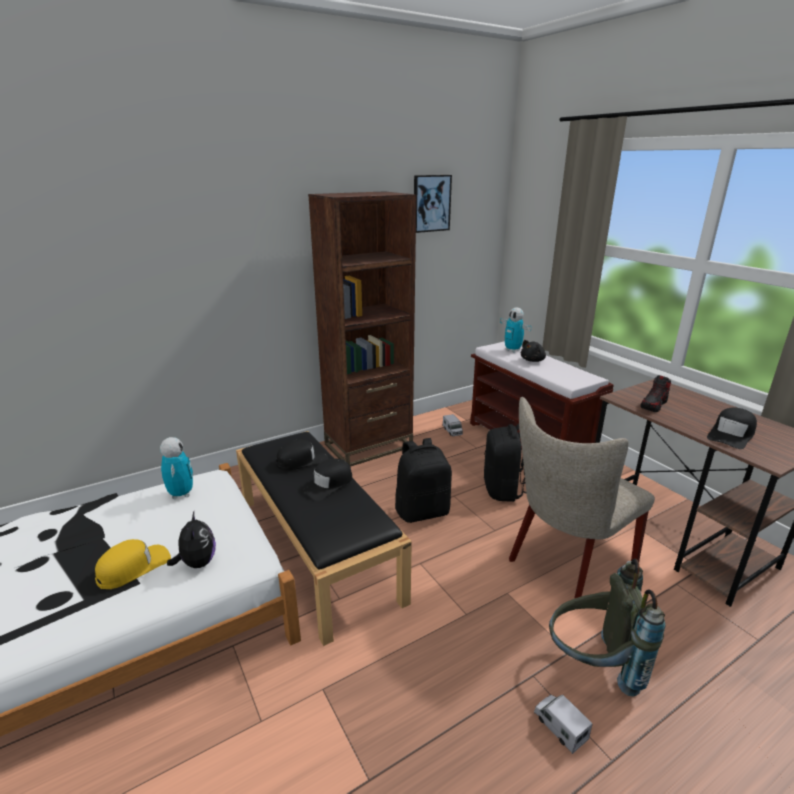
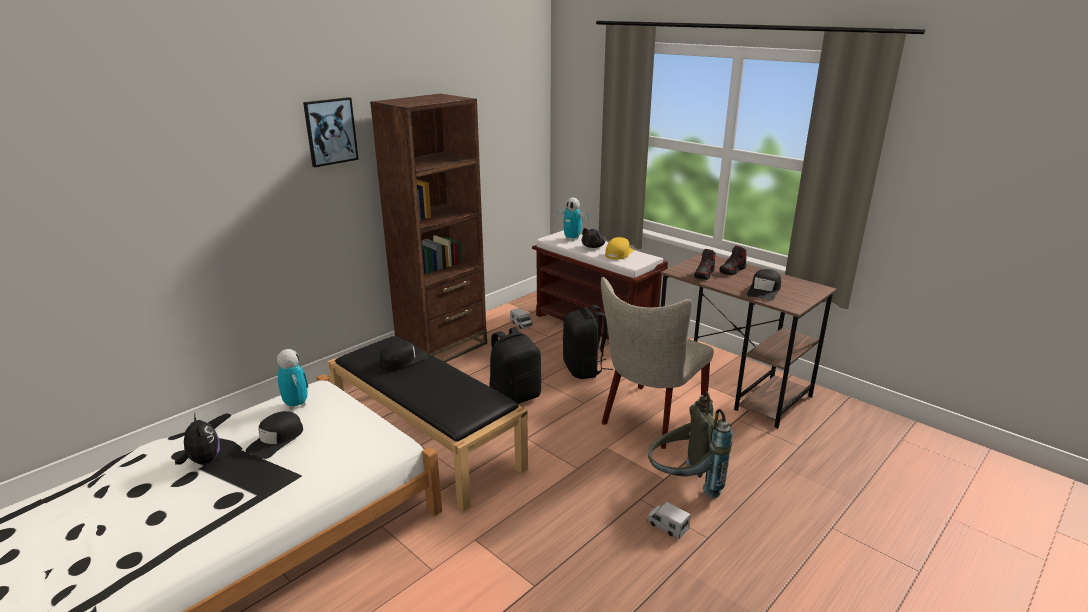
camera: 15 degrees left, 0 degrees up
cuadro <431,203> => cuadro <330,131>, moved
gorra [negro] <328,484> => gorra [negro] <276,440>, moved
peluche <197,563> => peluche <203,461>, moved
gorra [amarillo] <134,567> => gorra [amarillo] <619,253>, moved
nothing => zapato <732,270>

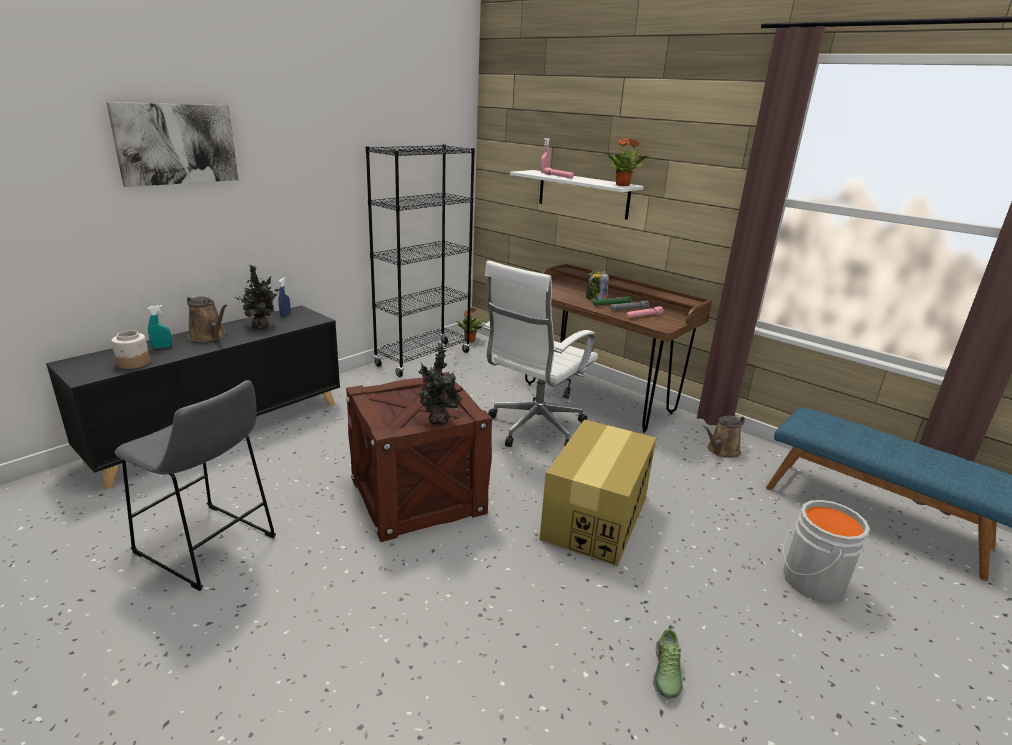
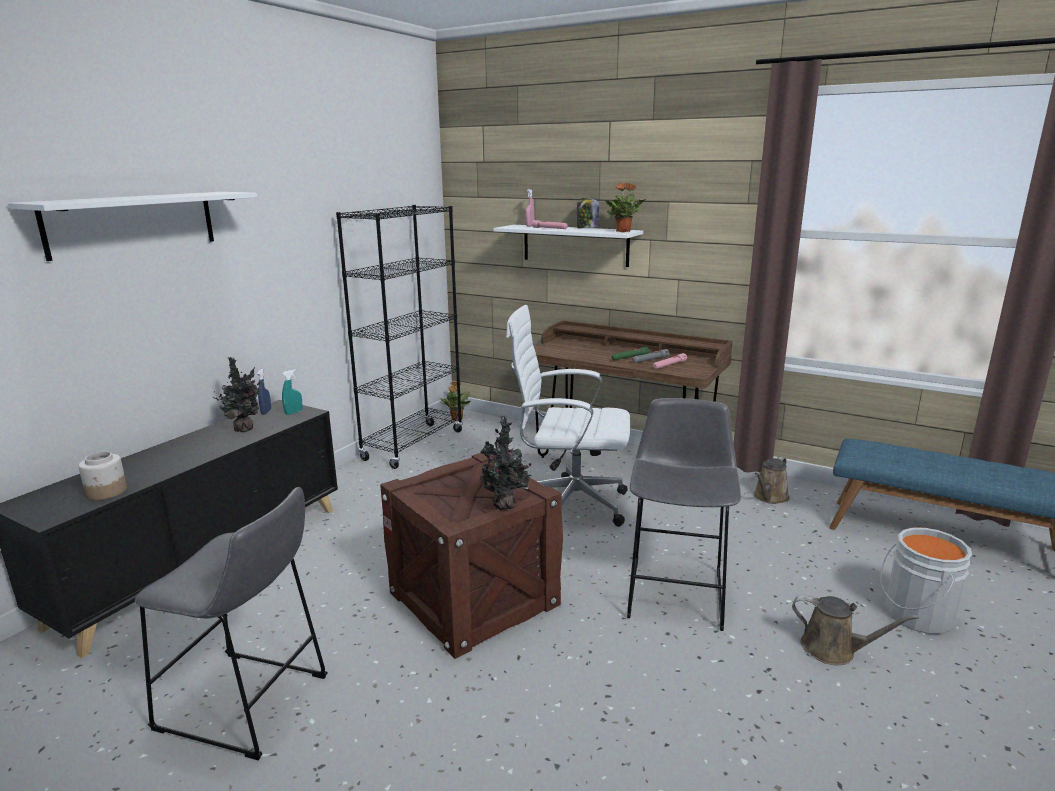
camera: 10 degrees left, 5 degrees down
cuadro <176,144> => estante [blanco] <133,223>
silla de oficina [blanco] <534,429> => silla de oficina [blanco] <569,504>, 75 degrees clockwise
tarro <595,299> => tarro <587,228>, moved
regadera [marrón] <209,336> => regadera [marrón] <833,650>, moved
pulverizador [turquesa] <162,347> => pulverizador [turquesa] <293,412>, moved
caja de cartón <595,518> => taburete [gris] <677,589>
zapato <666,672> => nothing

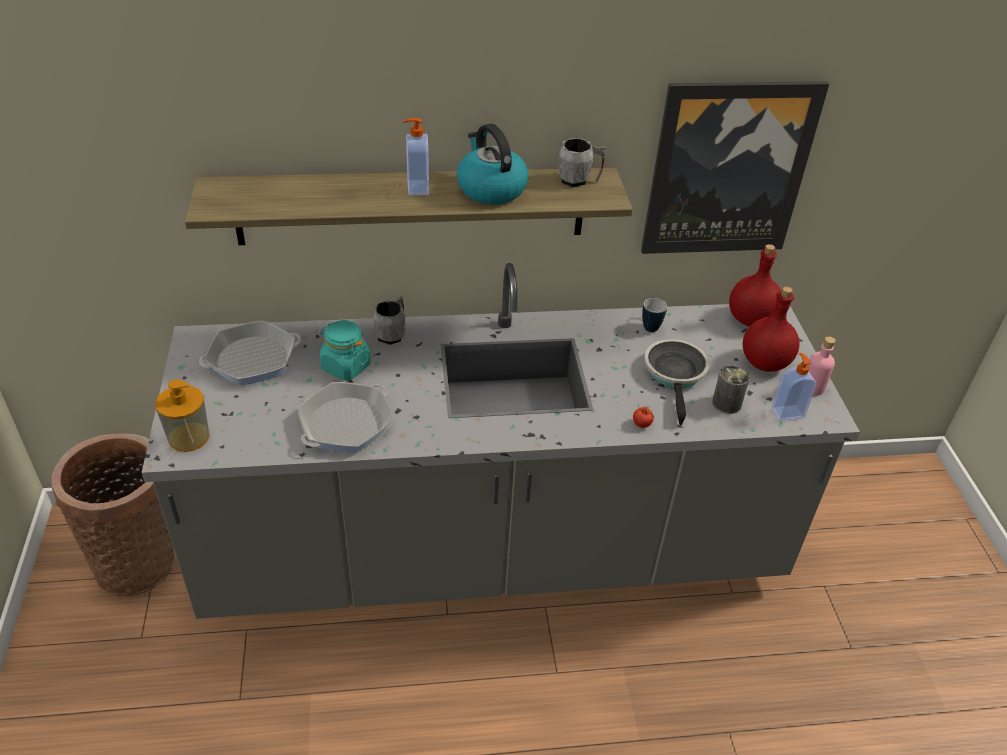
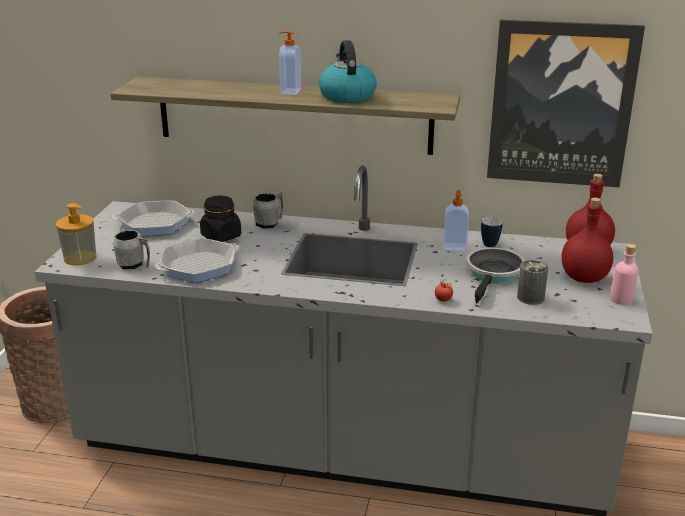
camera: 20 degrees right, 15 degrees down
taza grande [gris] <579,180> => taza grande [gris] <134,265>, moved
tarro [turquesa] <345,366> => tarro [negro] <221,236>
dispensador de jabón <787,412> => dispensador de jabón <454,246>, moved

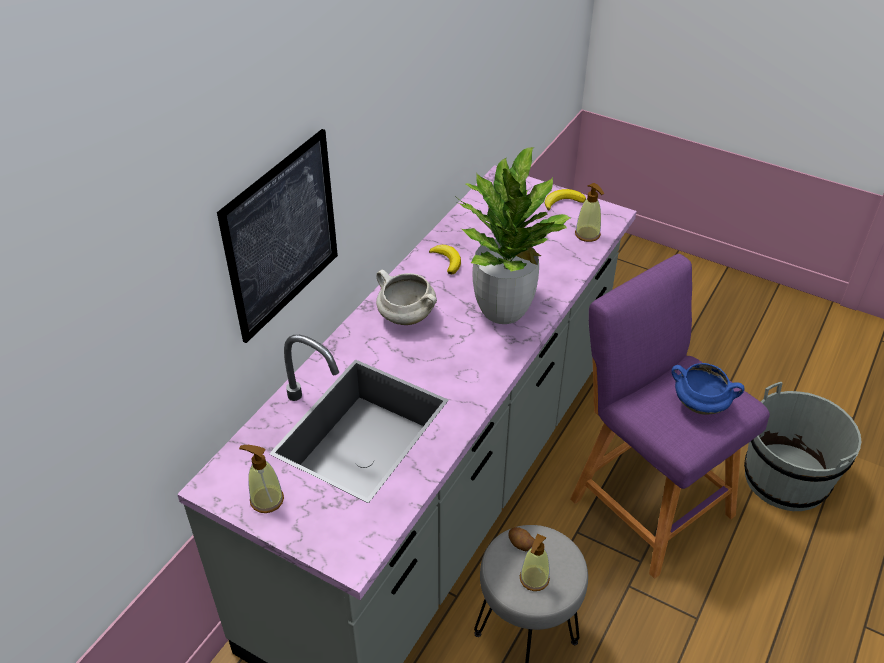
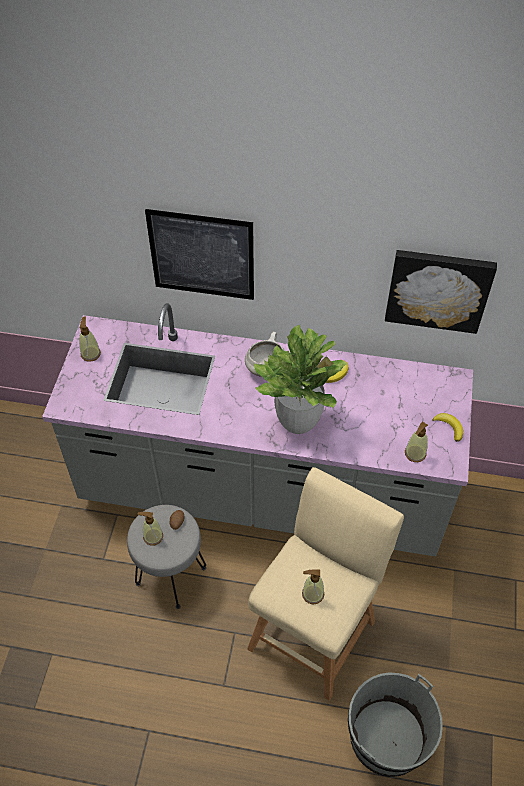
camera: 70 degrees right, 10 degrees up
taburete [morado] <646,502> => taburete [beis] <315,629>
olla [azul] <701,404> => dispensador de jabón <312,594>
nothing => cuadro <438,289>

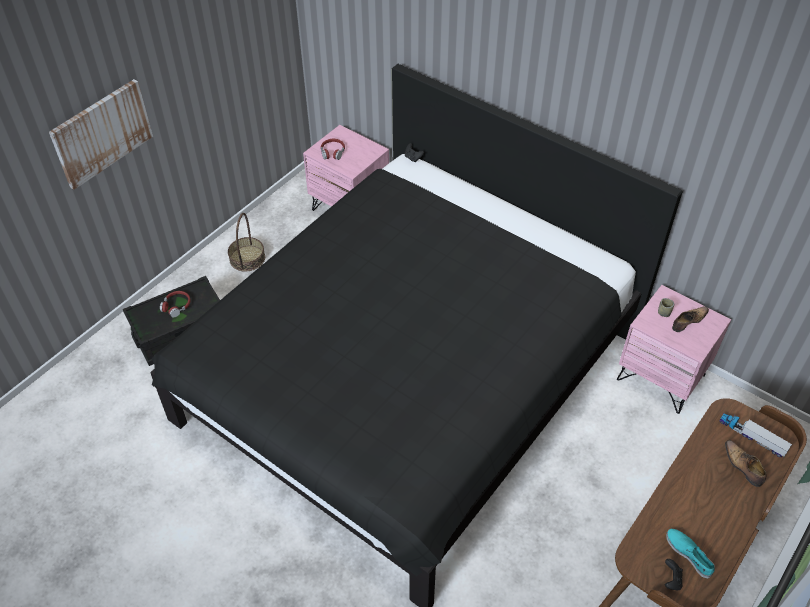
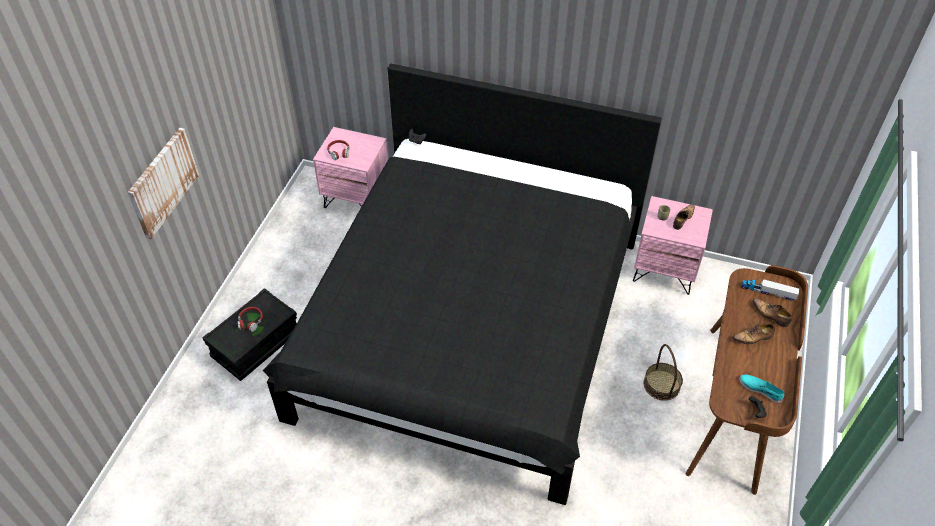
camera: 20 degrees left, 0 degrees up
cesta <247,258> => cesta <662,385>, moved
nothing => zapato <753,337>

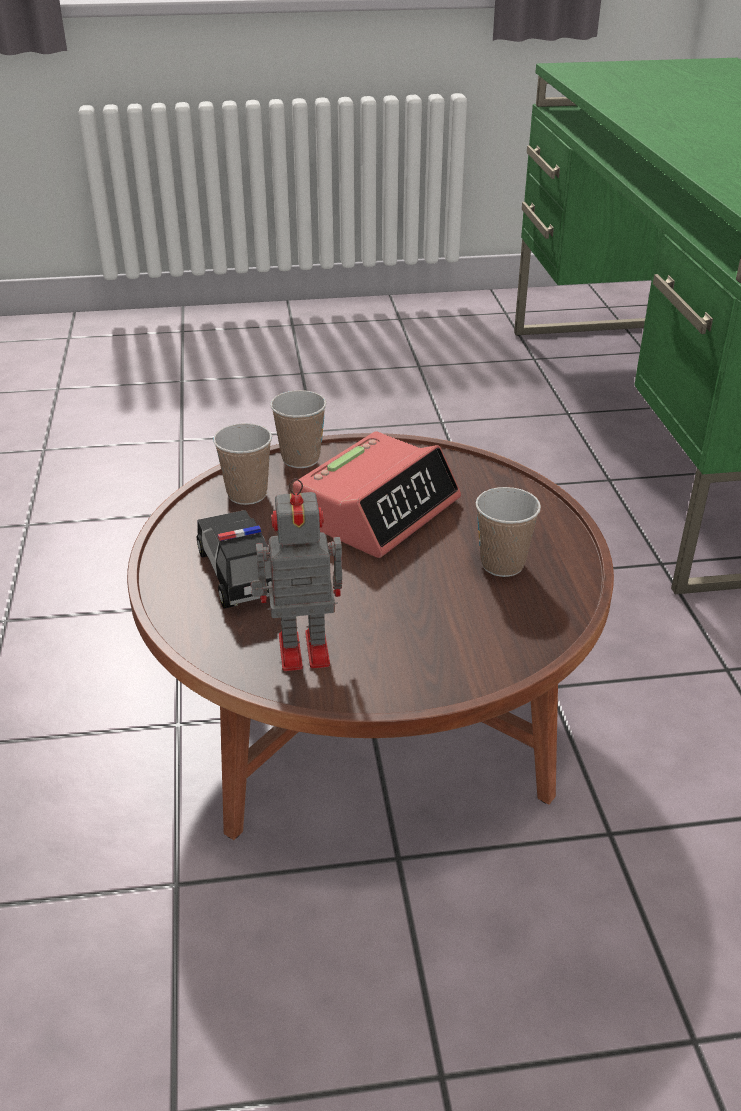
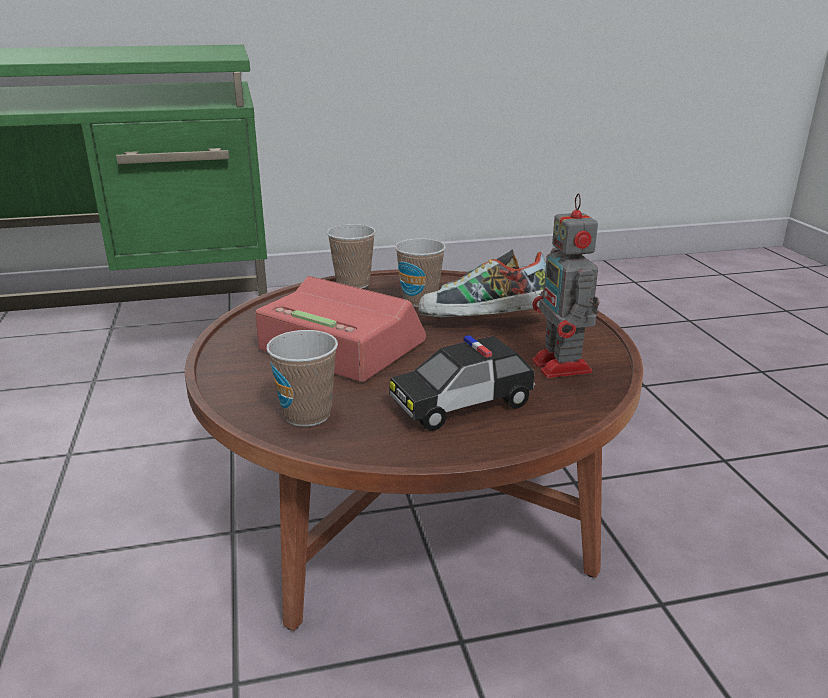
camera: 95 degrees left, 10 degrees down
taza <300,459> => taza <353,284>, moved
nothing => zapato <484,323>

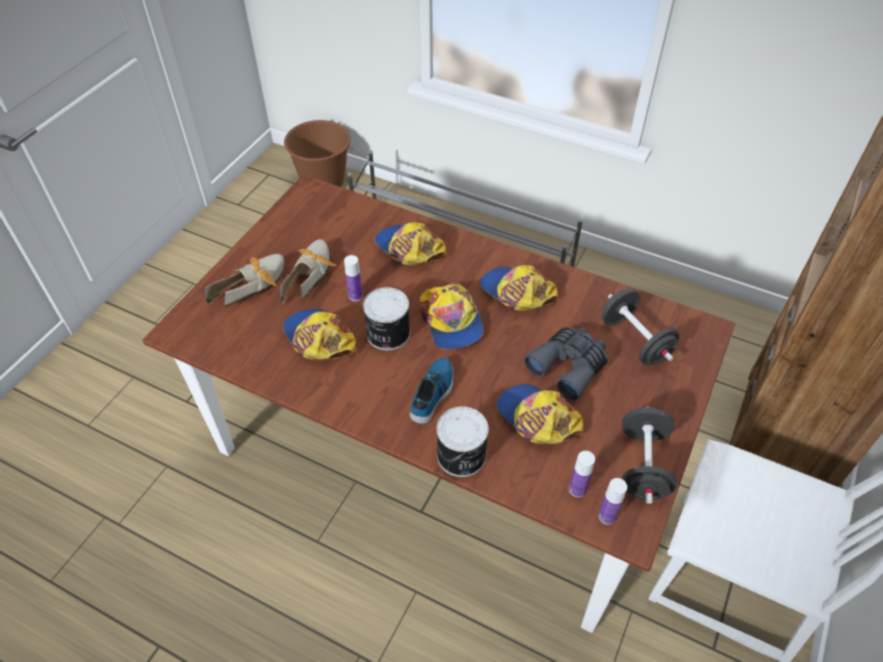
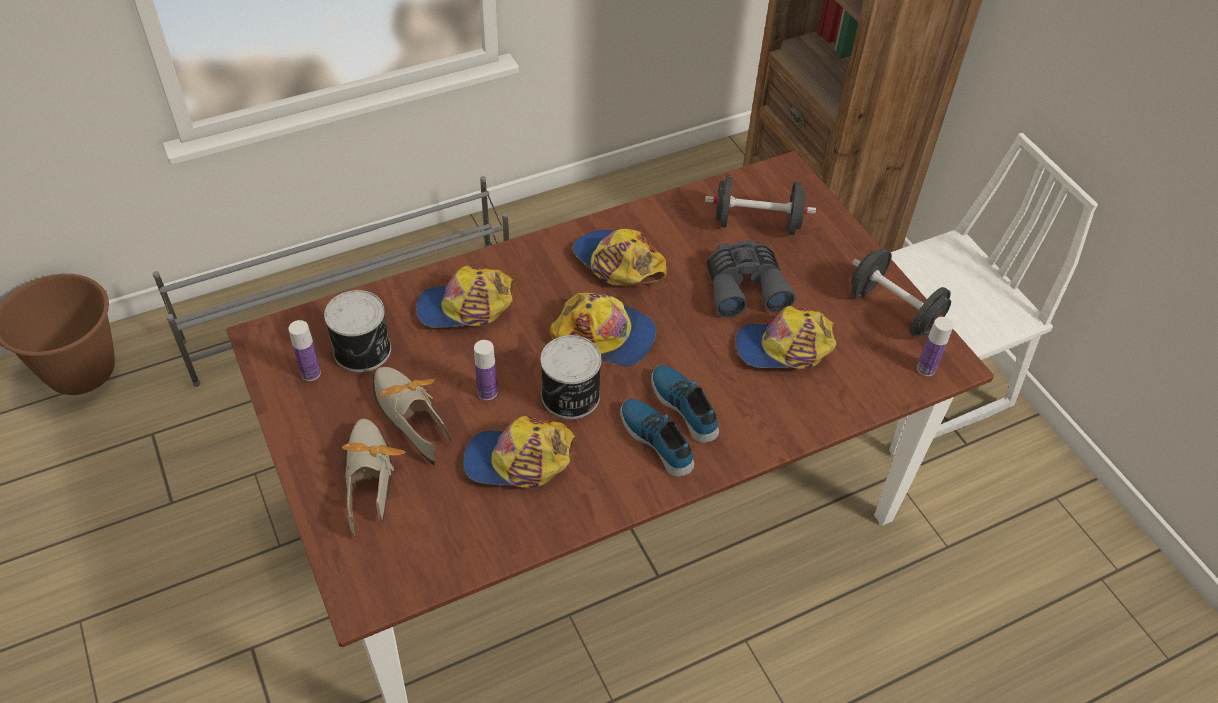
camera: 55 degrees left, 0 degrees up
gorra <517,292> => gorra <617,263>, 60 degrees clockwise
lata <462,456> => lata <364,350>, moved
botella <577,489> => botella <311,373>, moved
nothing => zapato <658,439>

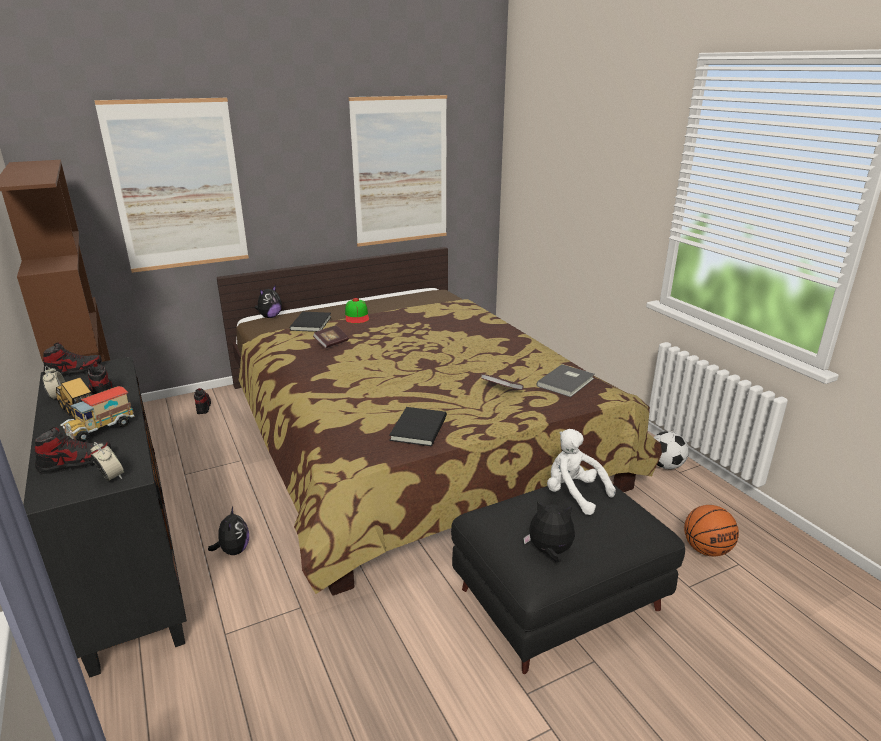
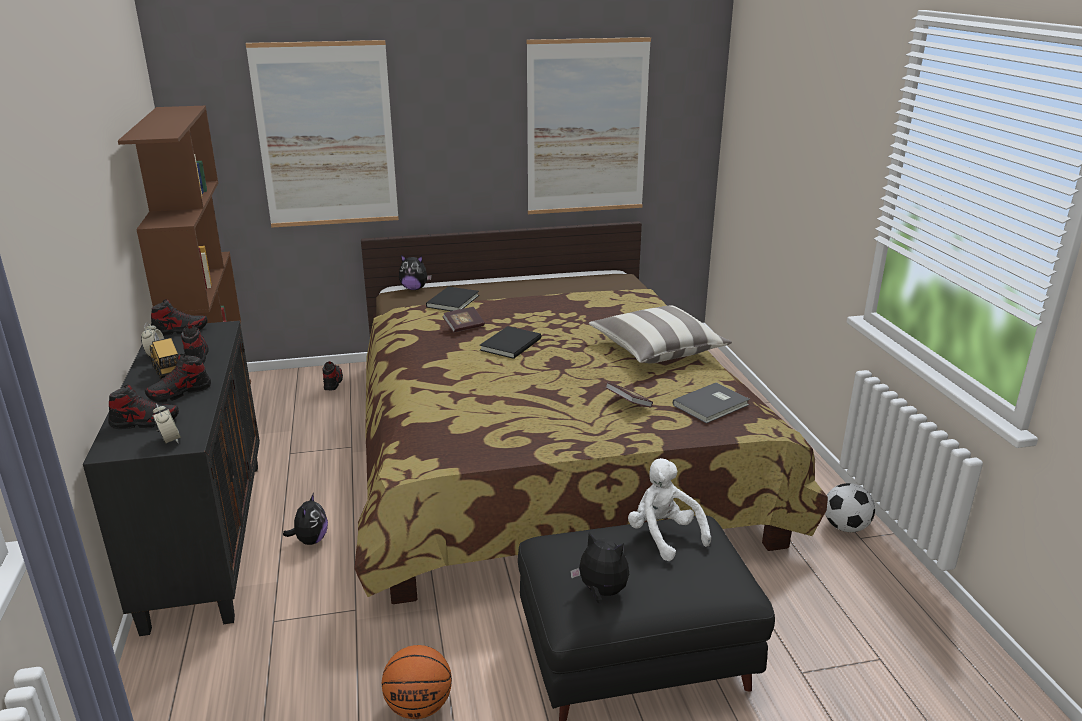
camera: 15 degrees right, 0 degrees up
peluche <270,316> => peluche <414,288>, 45 degrees clockwise
gorra <357,316> => nothing
camión de juguete <101,430> => zapato <180,393>
libro [negro] <416,428> => libro [negro] <508,344>, moved
balón de baloncesto <706,550> => balón de baloncesto <418,707>, moved
nothing => cojín <657,350>

